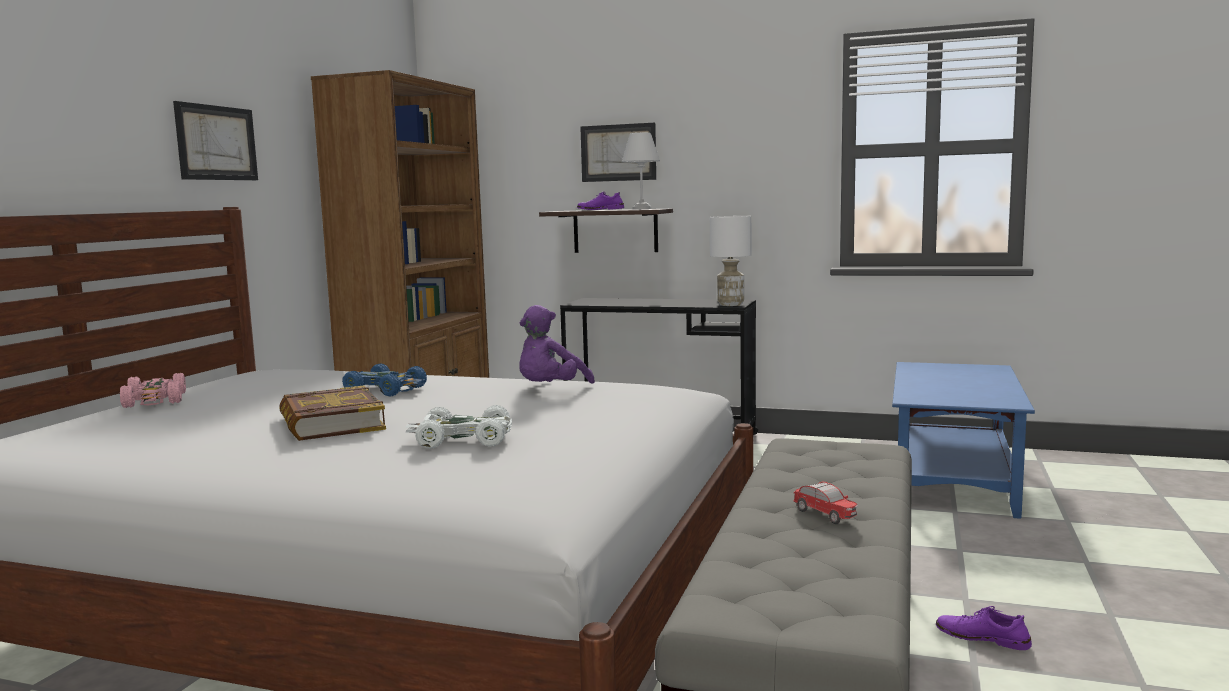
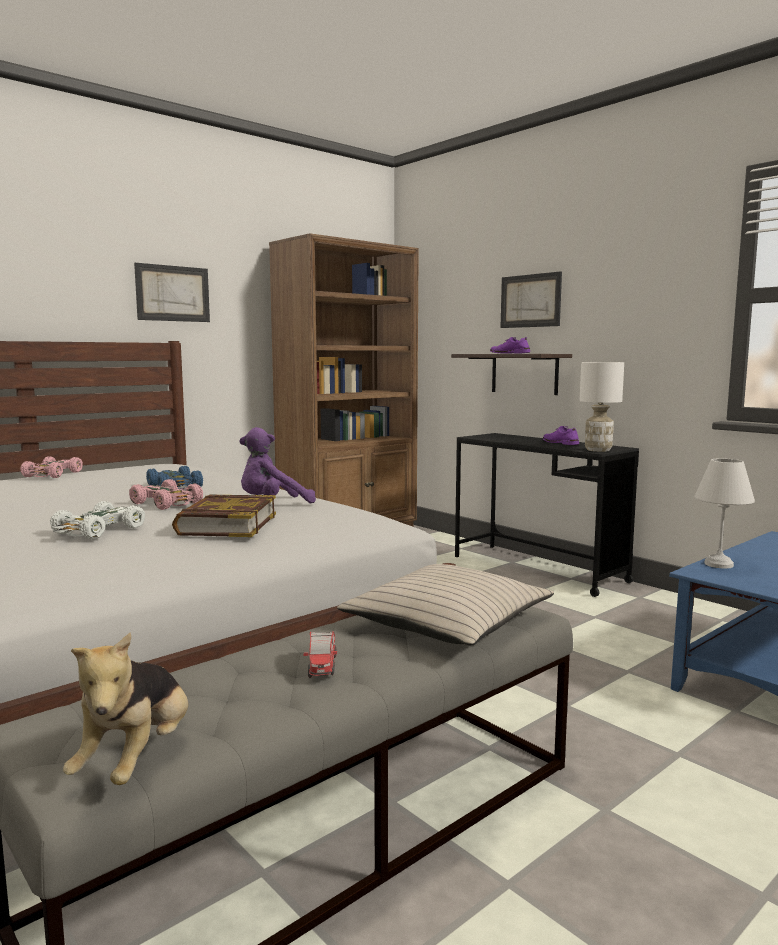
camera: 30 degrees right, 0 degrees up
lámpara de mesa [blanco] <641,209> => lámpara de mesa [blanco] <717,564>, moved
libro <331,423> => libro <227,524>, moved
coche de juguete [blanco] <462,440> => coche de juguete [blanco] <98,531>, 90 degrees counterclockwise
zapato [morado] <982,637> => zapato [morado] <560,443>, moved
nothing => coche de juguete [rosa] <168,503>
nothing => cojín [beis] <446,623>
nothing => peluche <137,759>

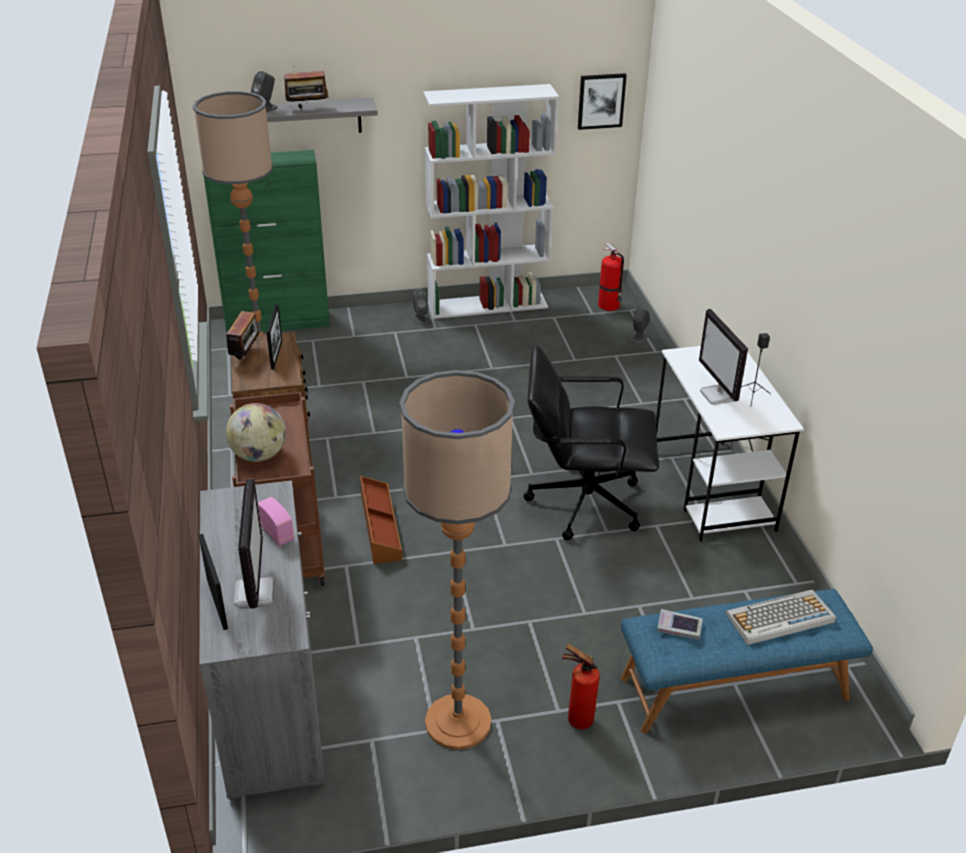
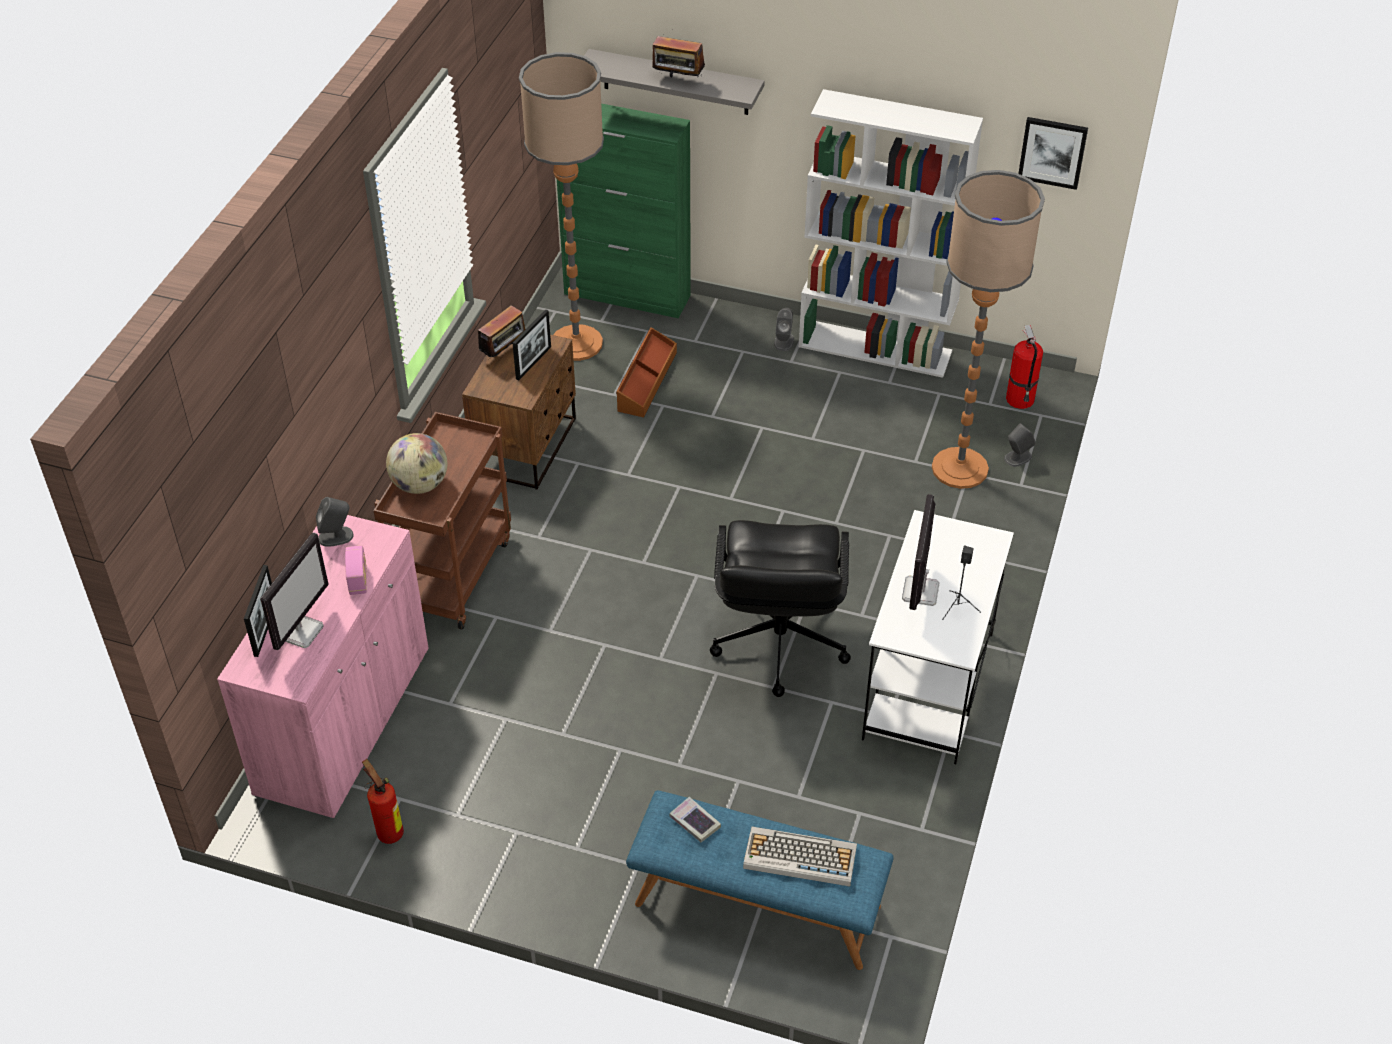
camera: 30 degrees right, 10 degrees up
altavoz [gris] <265,108> => altavoz [gris] <336,536>, moved
silla de oficina [negro] <584,502> => silla de oficina [negro] <778,644>, 120 degrees counterclockwise
lámpara de pie <458,721> => lámpara de pie <959,468>, moved
caja de almacenaje [marrón] <379,527> => caja de almacenaje [marrón] <646,381>, moved
armario [gris] <271,698> => armario [rosa] <344,721>
extintor <576,719> => extintor <388,831>, moved

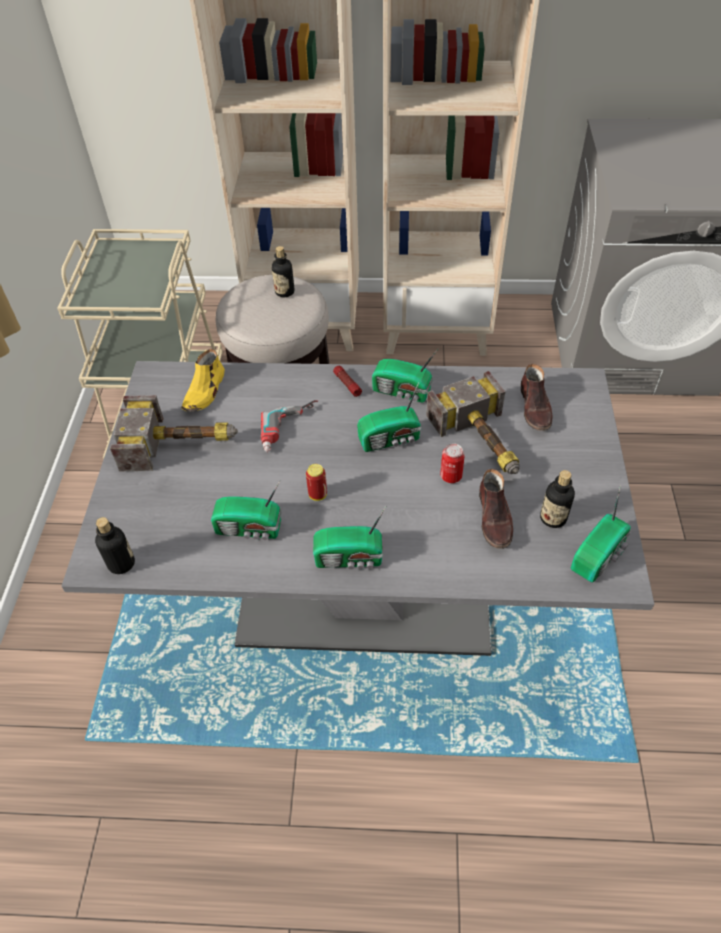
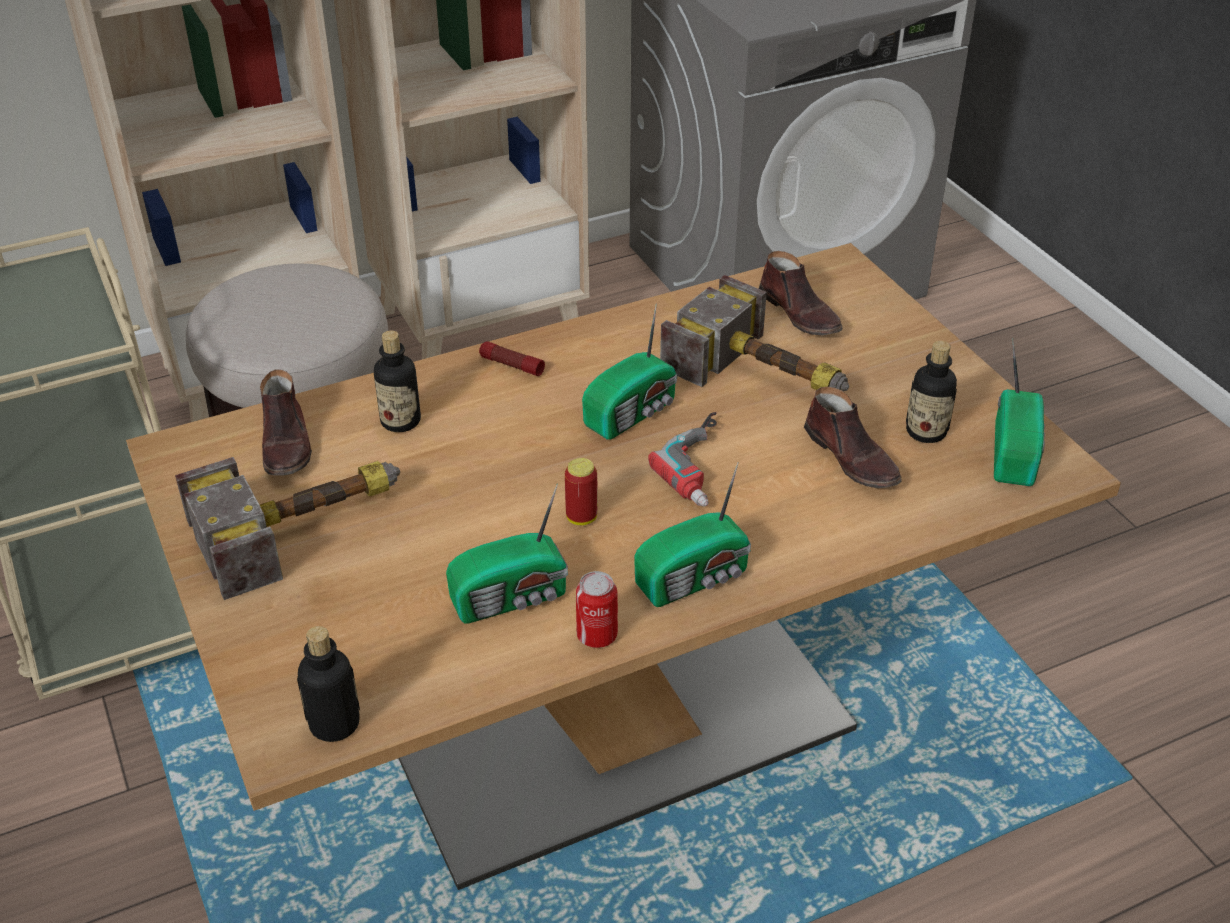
camera: 30 degrees left, 10 degrees down
botella <284,292> => botella <400,421>, moved
radio <402,392> => nothing
zapato [amarillo] <205,391> => zapato [marrón] <287,444>
mesa de comedor [gris] <365,591> => mesa de comedor [marrón] <615,722>
taladro <291,429> => taladro <707,466>, moved
lata <451,476> => lata <597,635>, moved

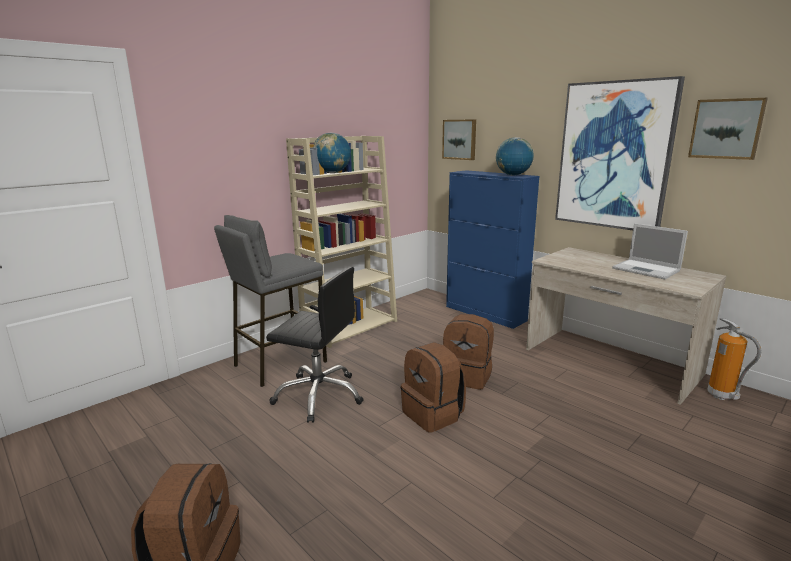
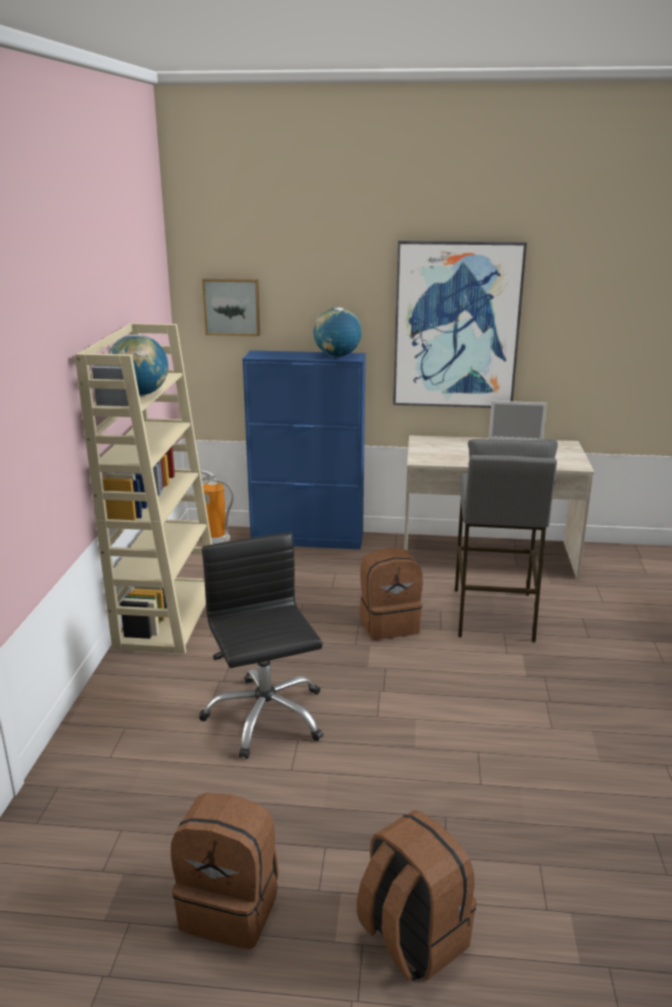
camera: 40 degrees left, 5 degrees up
cuadro <726,129> => nothing
taburete [gris] <279,363> => taburete [gris] <493,614>, moved
silla de oficina [negro] <319,395> => silla de oficina [negro] <265,716>, 90 degrees counterclockwise
extintor <721,395> => extintor <217,541>, moved
mochila [marrón] <433,414> => mochila [marrón] <231,907>, moved

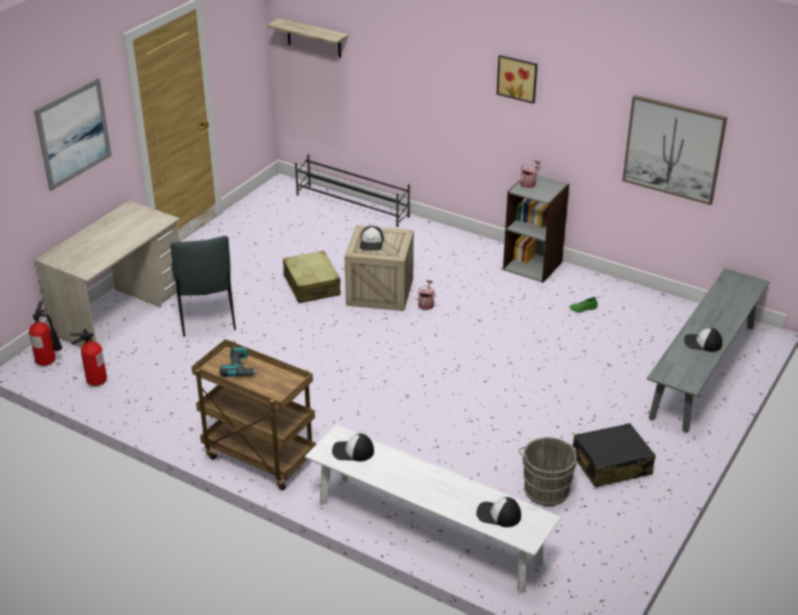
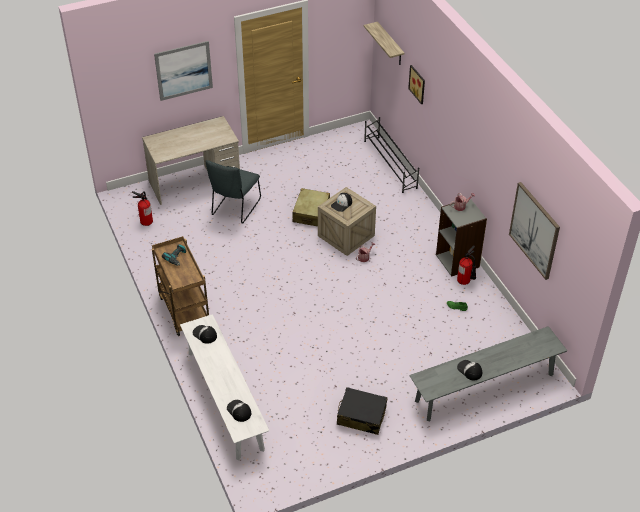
camera: 35 degrees right, 10 degrees up
cuadro <518,78> => cuadro <418,84>, moved
extintor <49,361> => extintor <465,282>, moved
cubo [gris] <545,488> => nothing

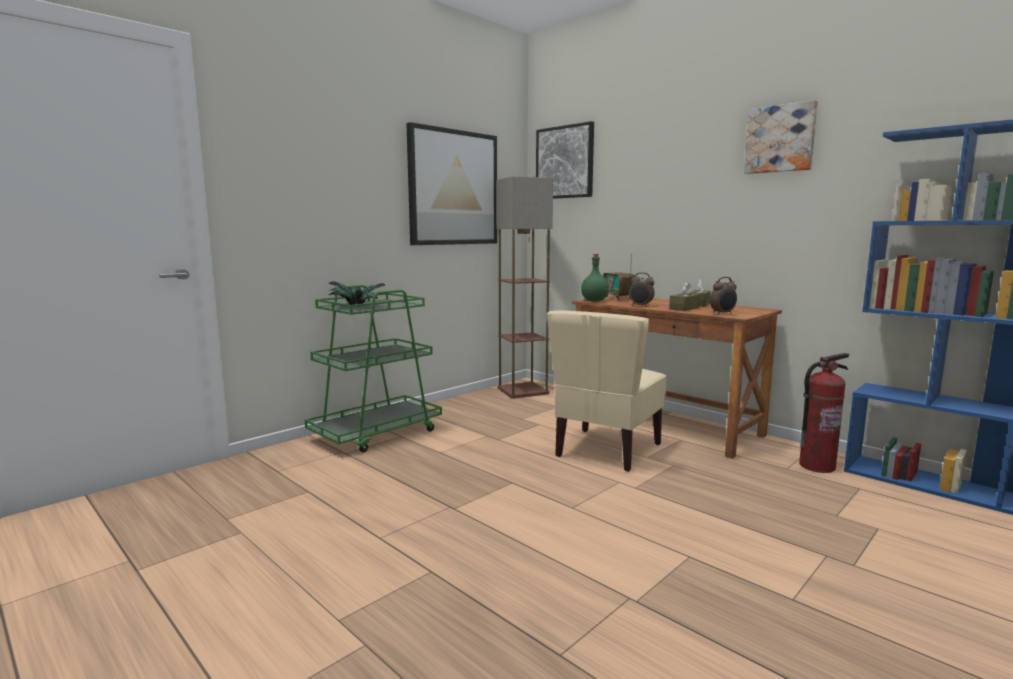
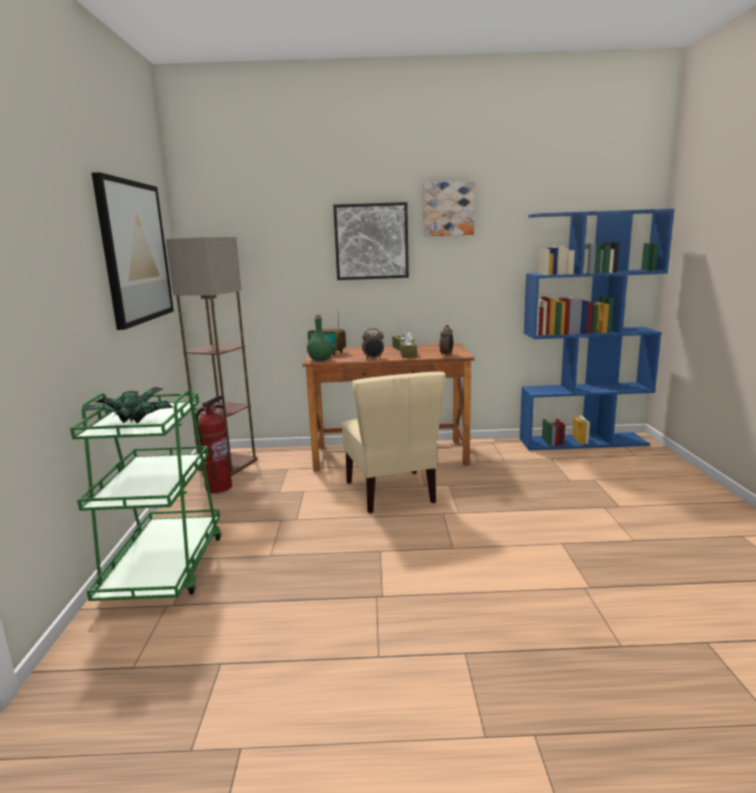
camera: 45 degrees left, 5 degrees up
cuadro <565,162> => cuadro <371,241>, moved
extintor <817,466> => extintor <218,488>, moved

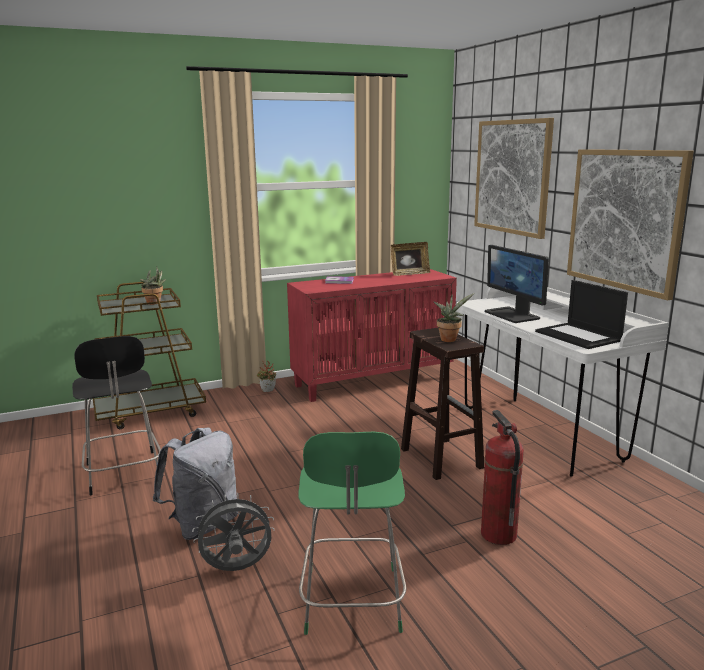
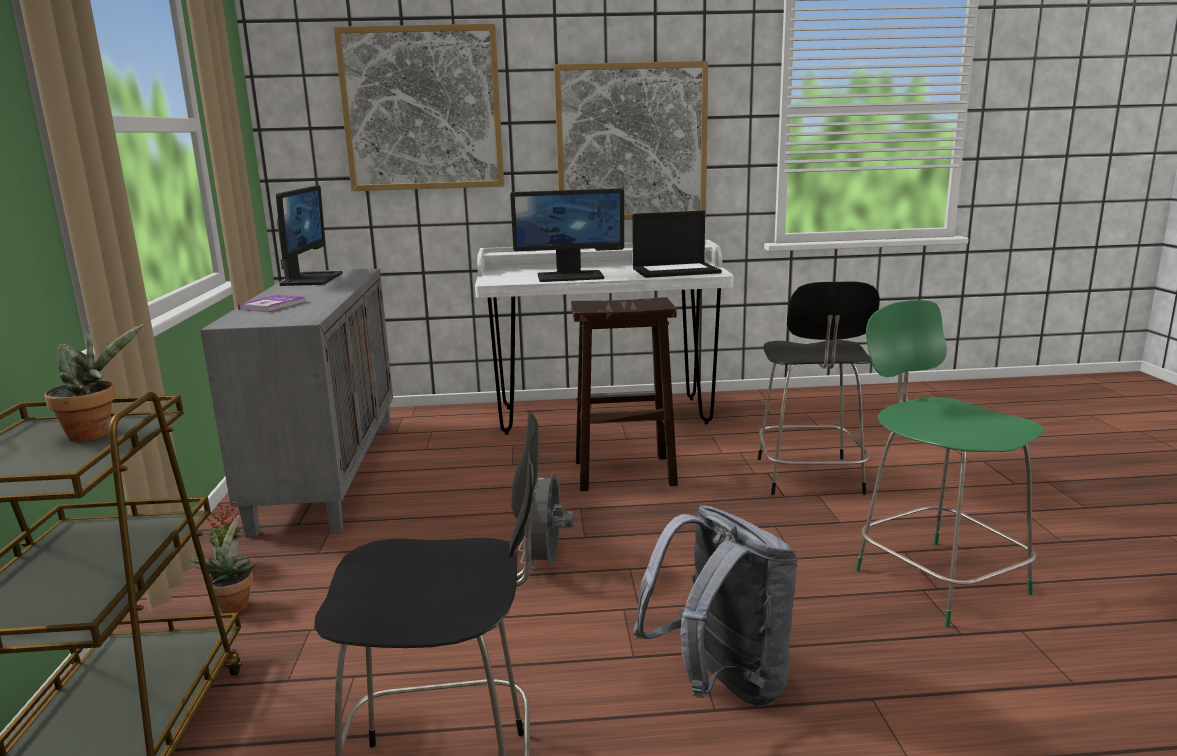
camera: 70 degrees left, 0 degrees up
portarretratos <409,274> => monitor <310,279>
armario [rojo] <373,381> => armario [gris] <327,472>
planta en maceta <449,339> => planta en maceta <233,605>, moved
extintor <498,535> => silla [negro] <809,477>
silla [verde] <352,603> => silla [verde] <936,578>, 135 degrees counterclockwise
ventilador [gris] <236,569> => ventilador [gris] <546,565>, moved

